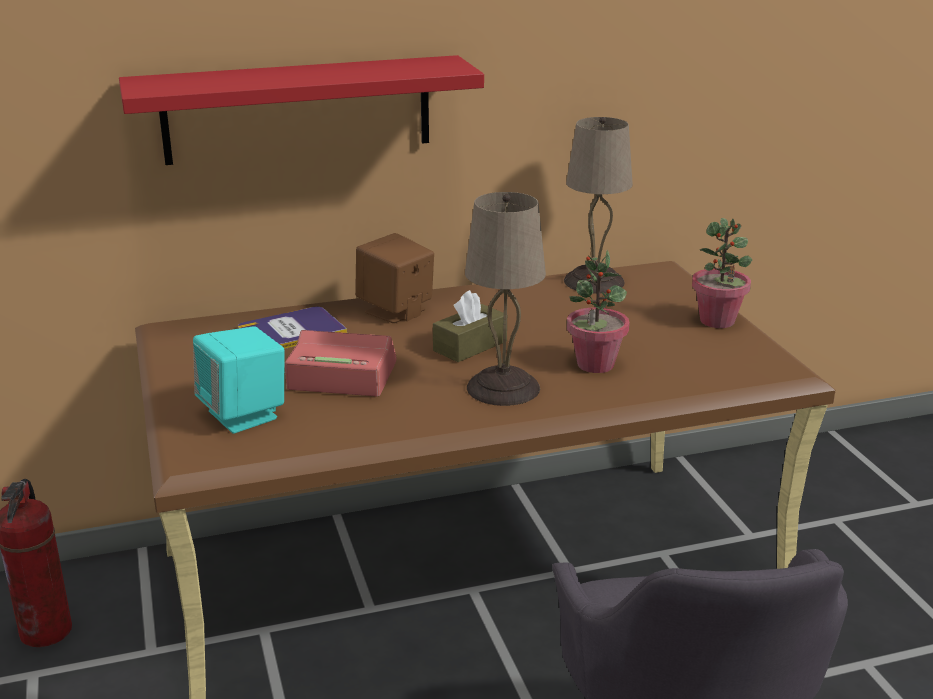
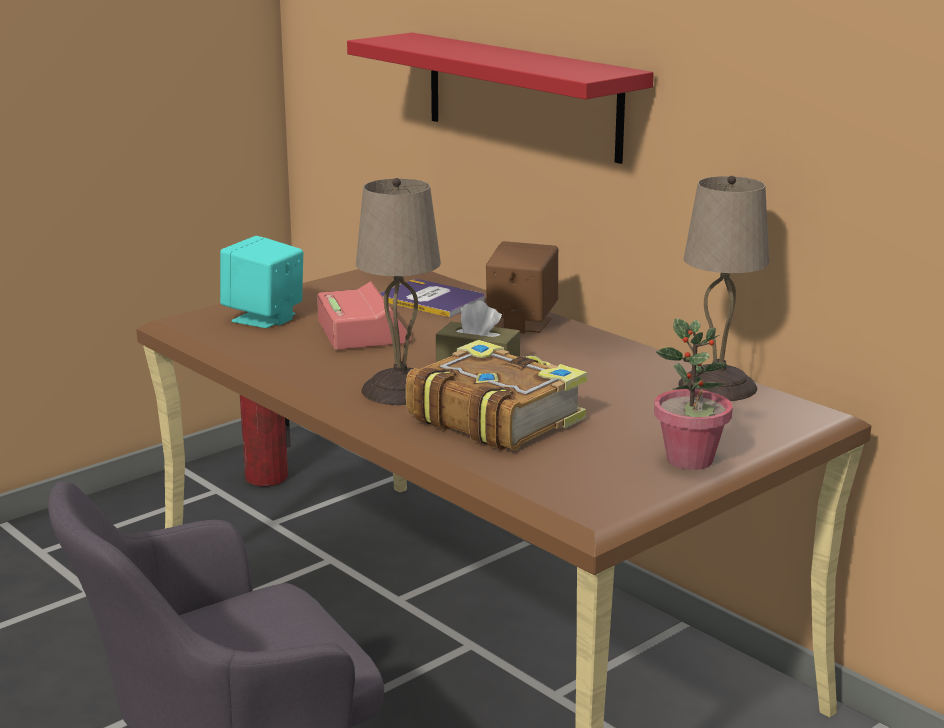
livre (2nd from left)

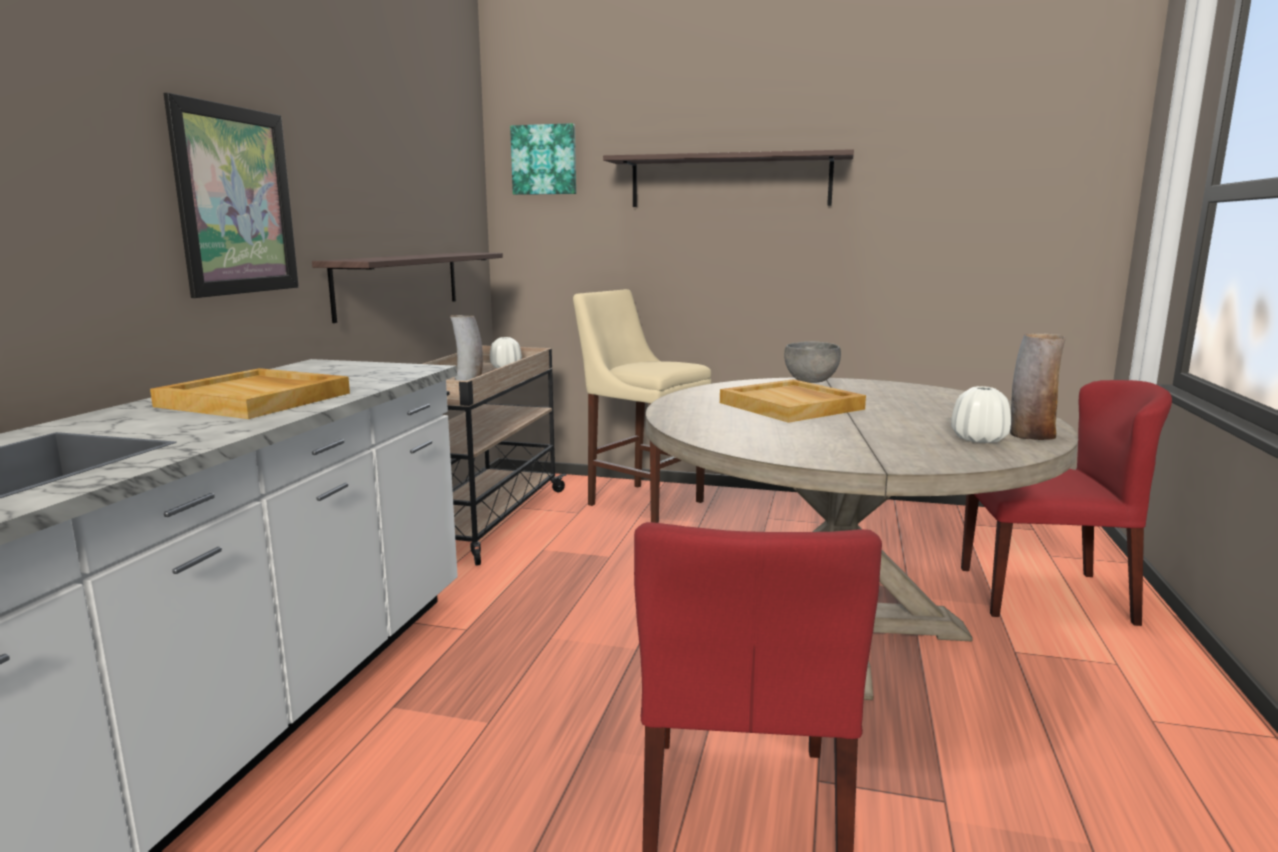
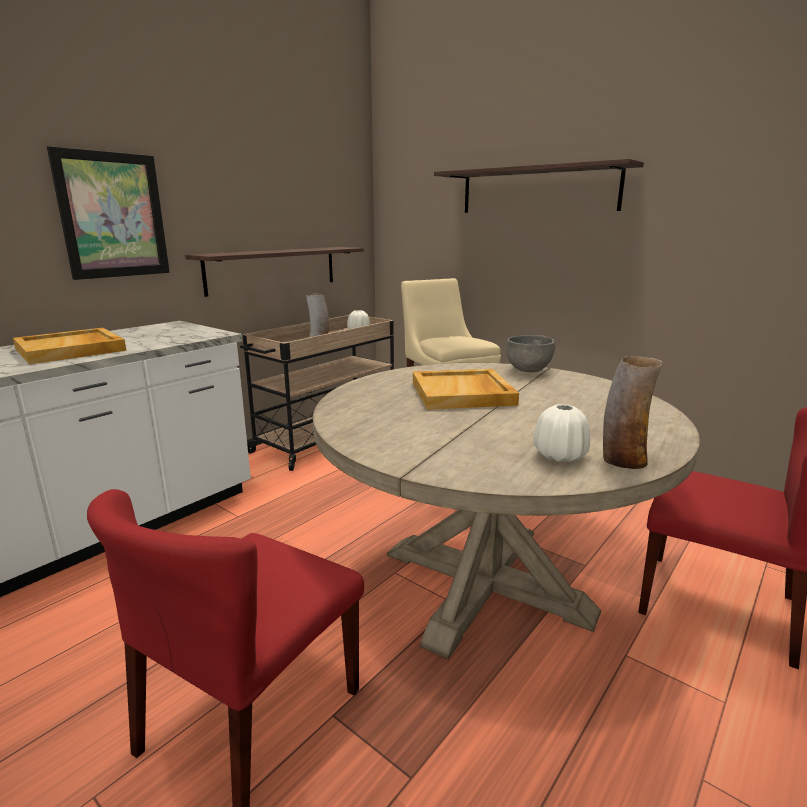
tableau (2nd from left in the first image)

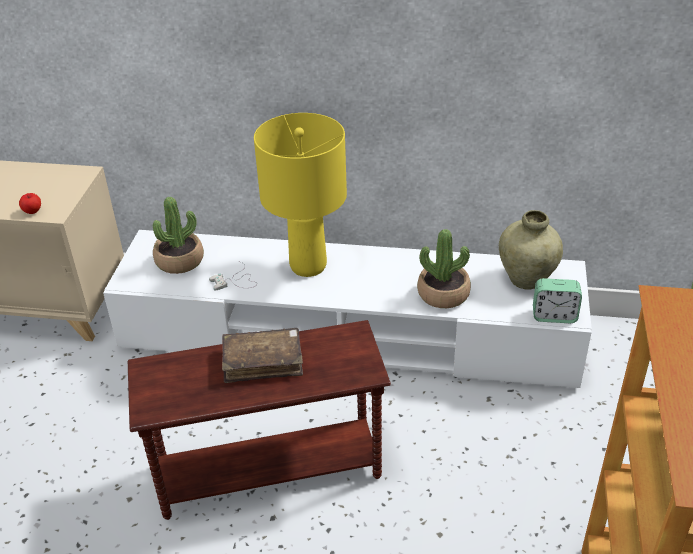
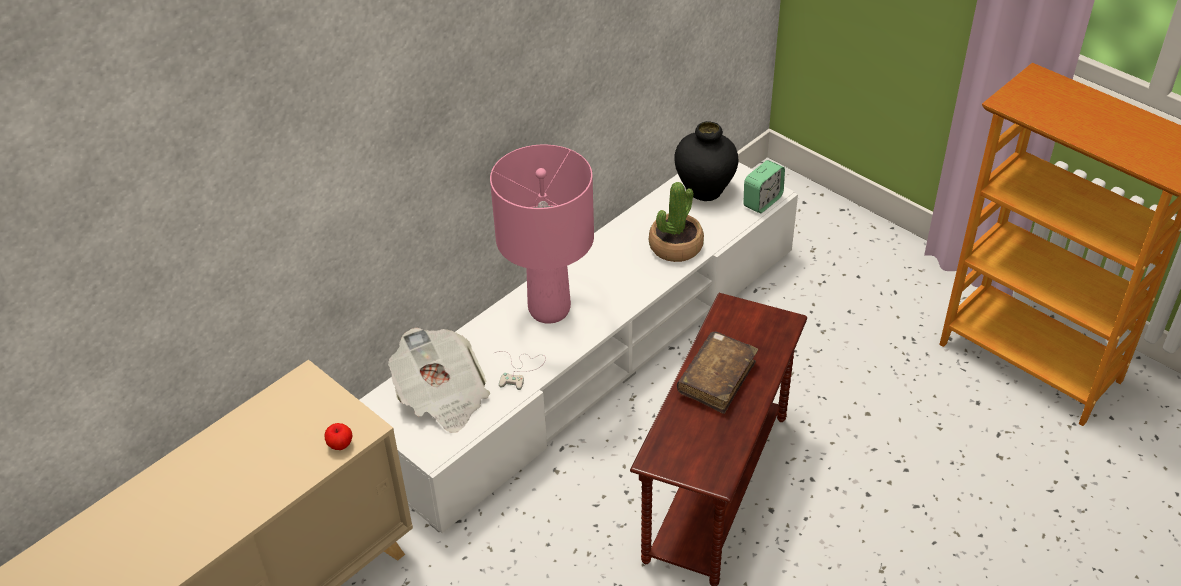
journal
lampe de table/rose
vase/noir

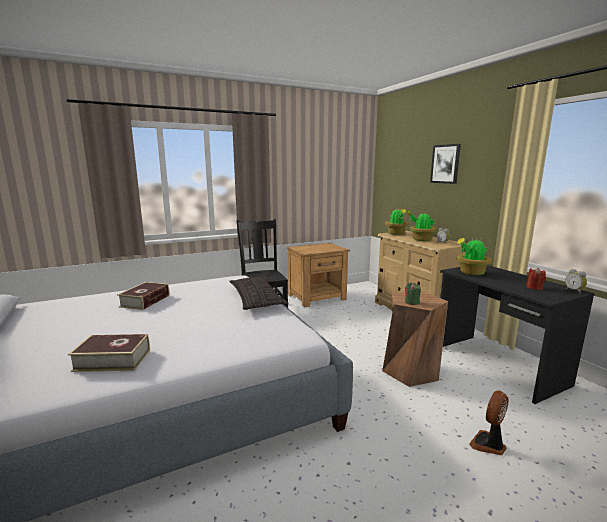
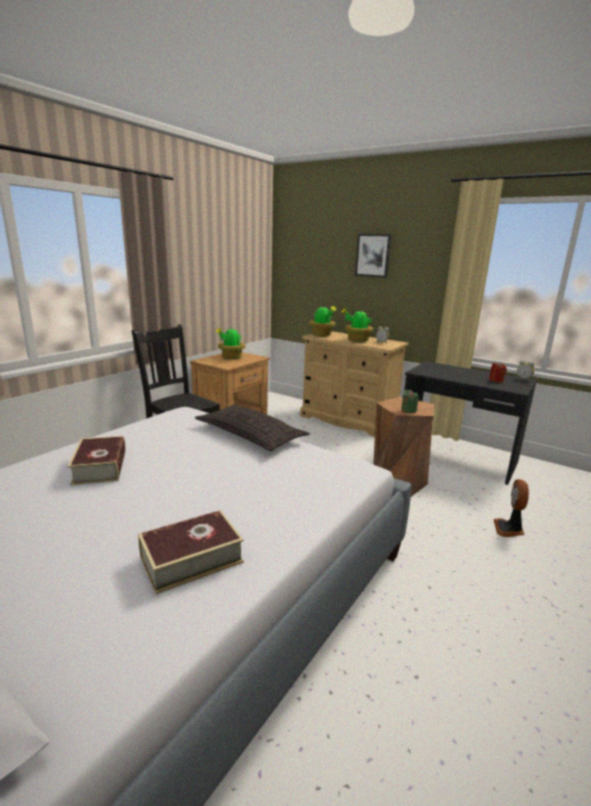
plante en pot (1st from left)

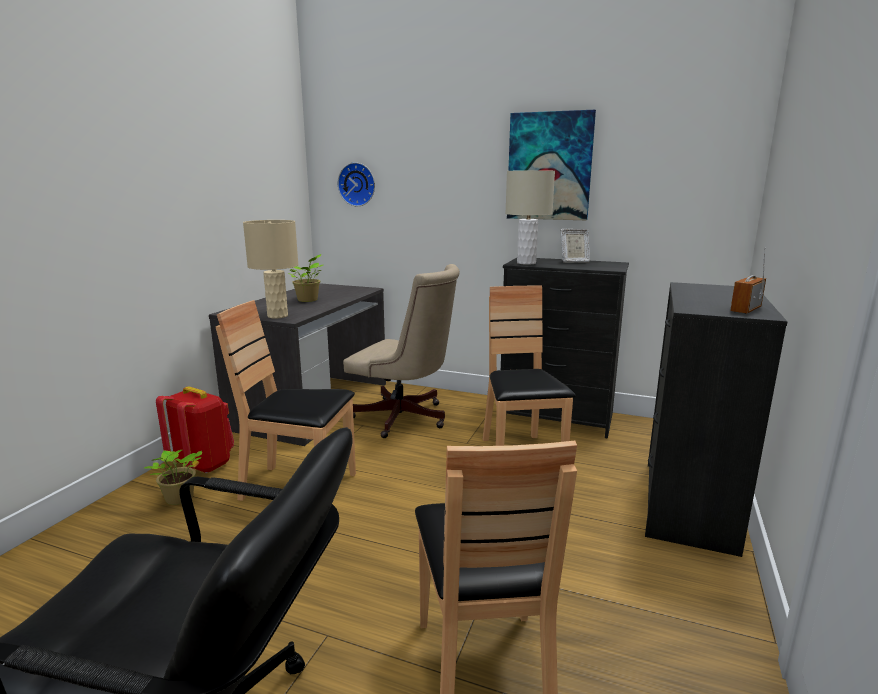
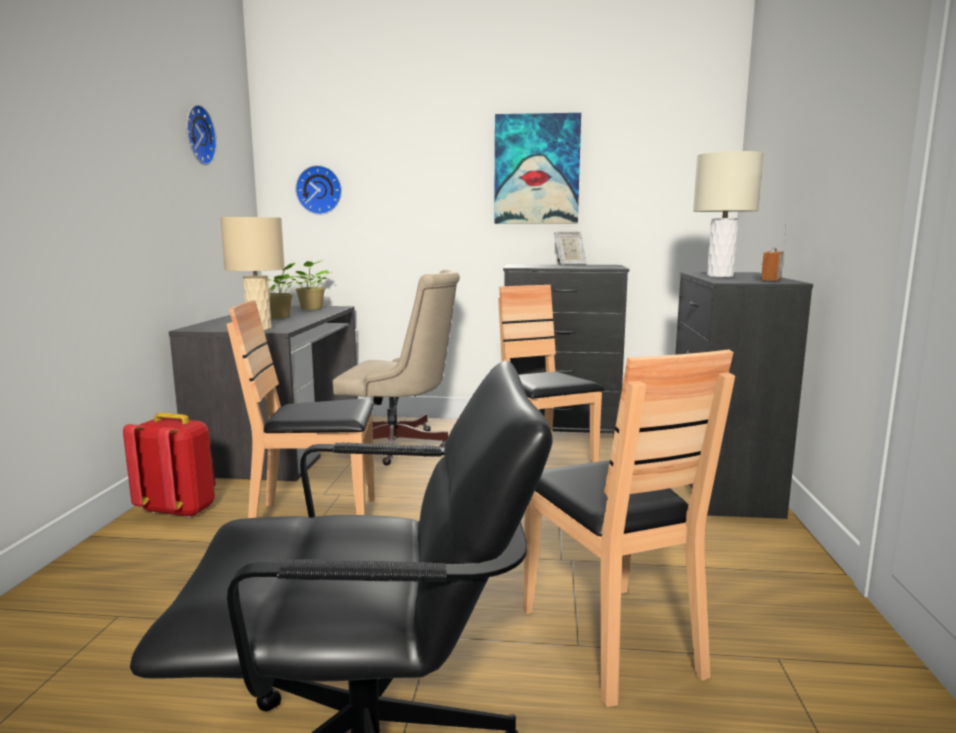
plante en pot (2nd from left)
lampe de table/beige (2nd from left)
horloge murale (1st from left)

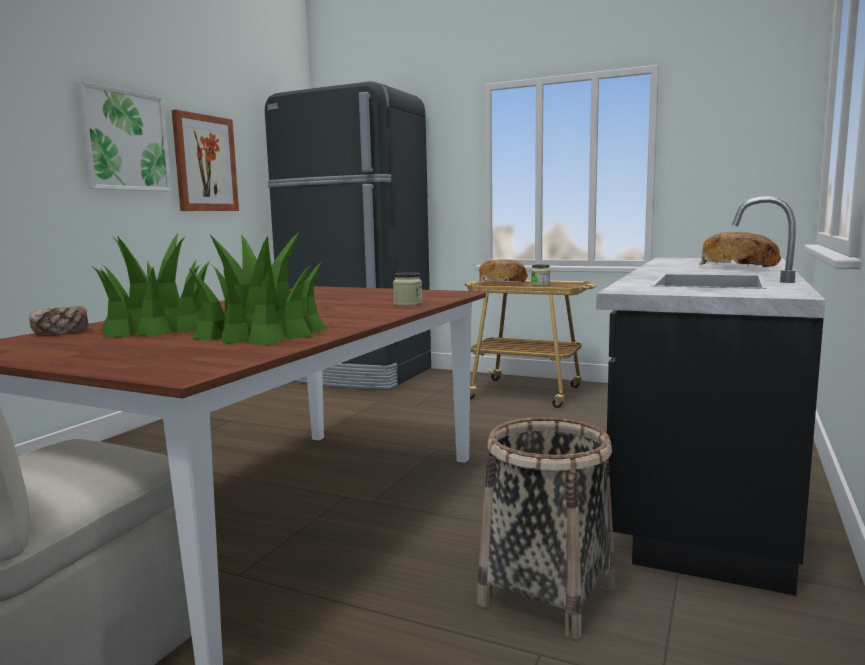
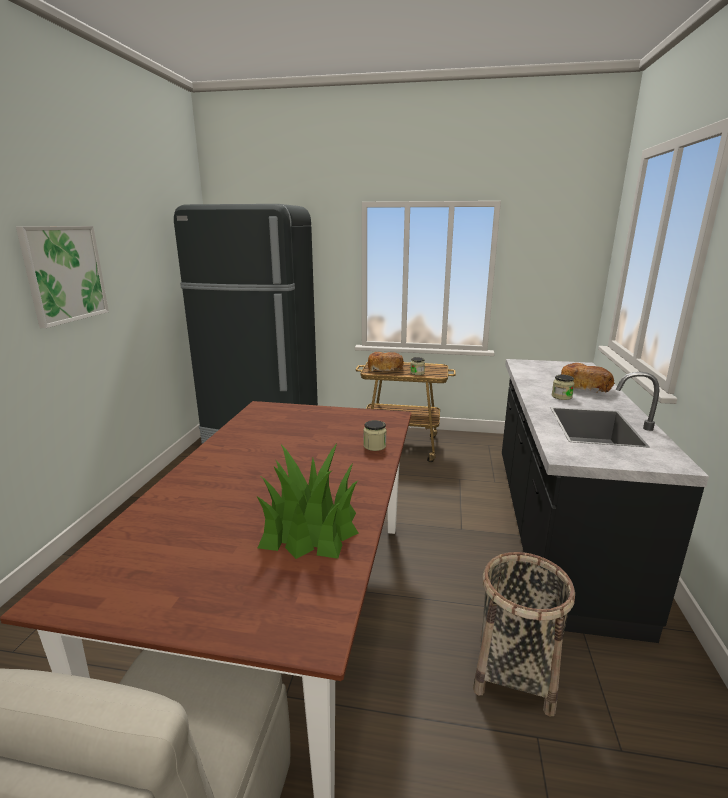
pain (1st from left in the first image)
plante en pot (1st from left in the first image)
tableau (2nd from left in the first image)
bocal (3rd from left)

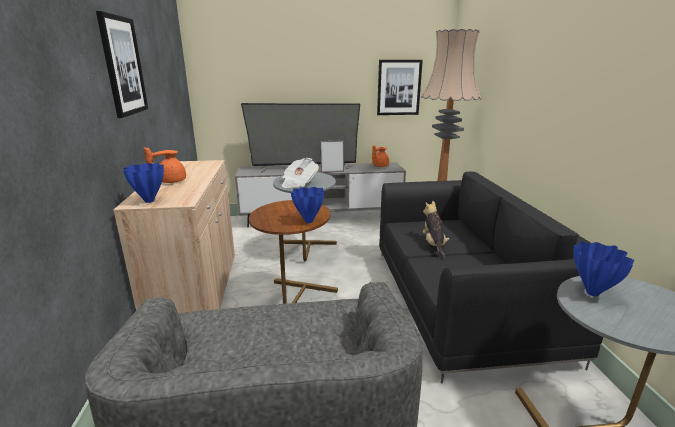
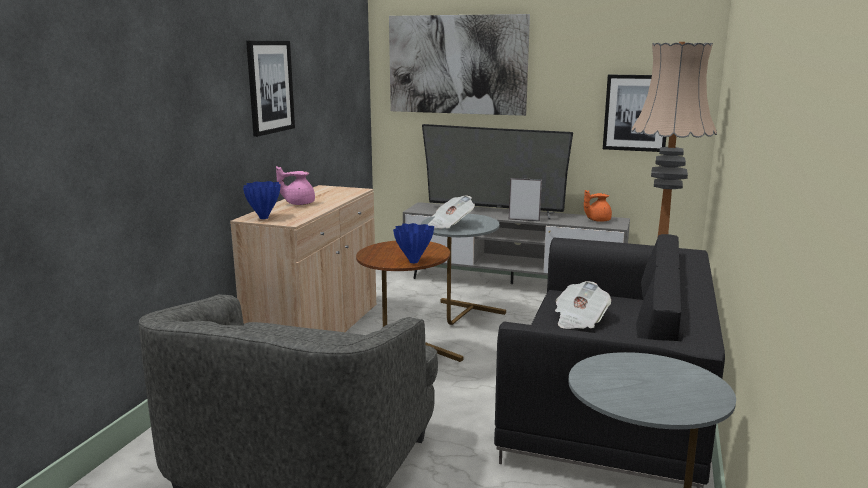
théière/rose
journal (2nd from left)
vase/bleu (3rd from left in the first image)
tableau (2nd from left)

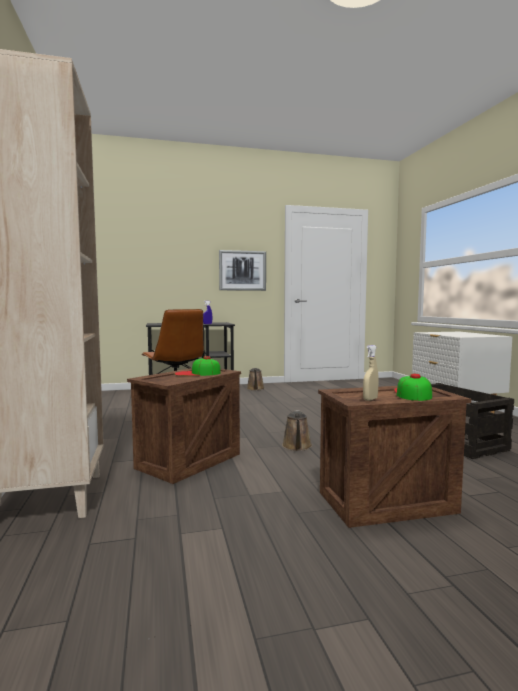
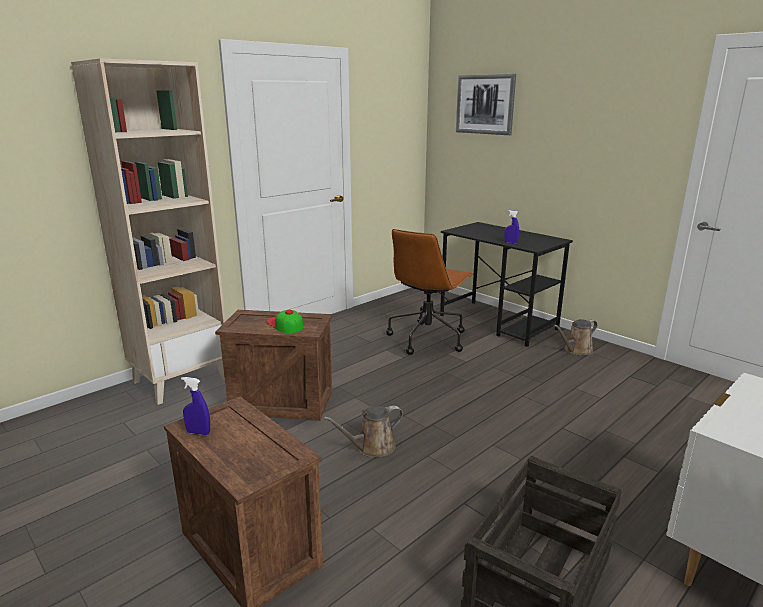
tableau
vaporisateur/bleu (1st from left)
casquette (2nd from left in the first image)

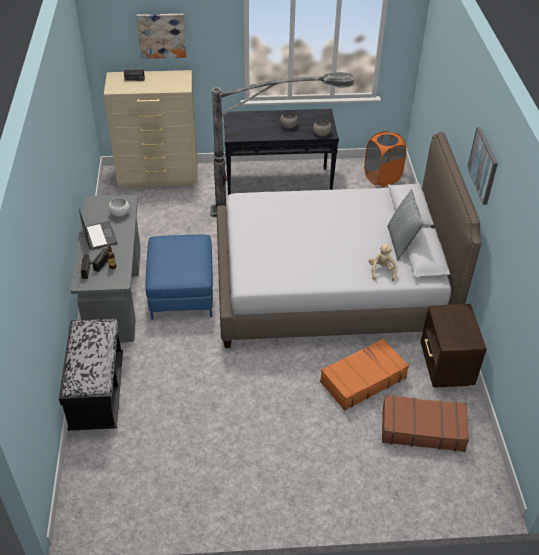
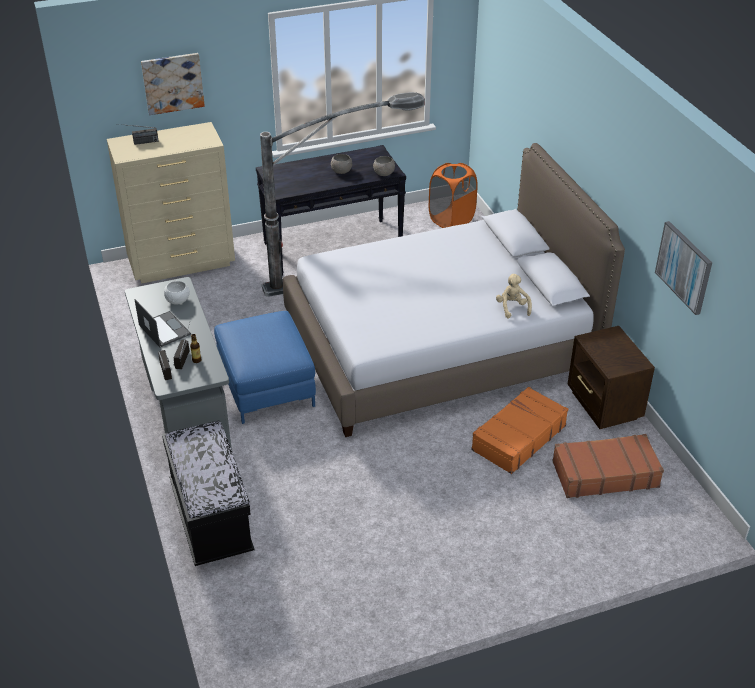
coussin
tableau (2nd from left)

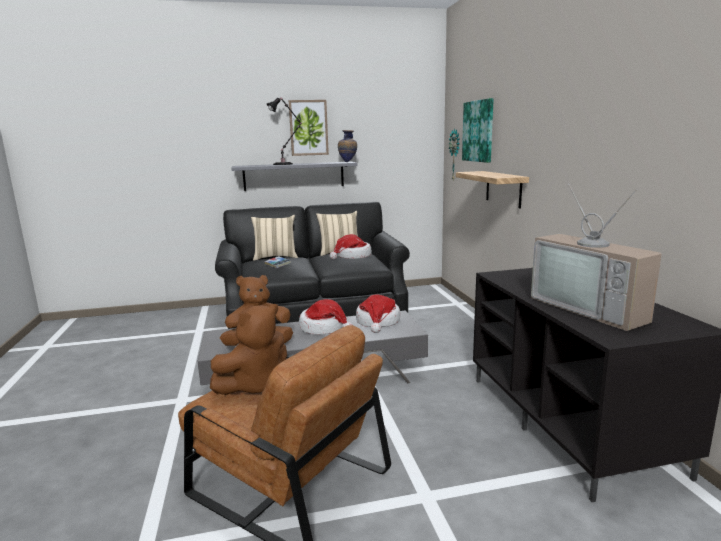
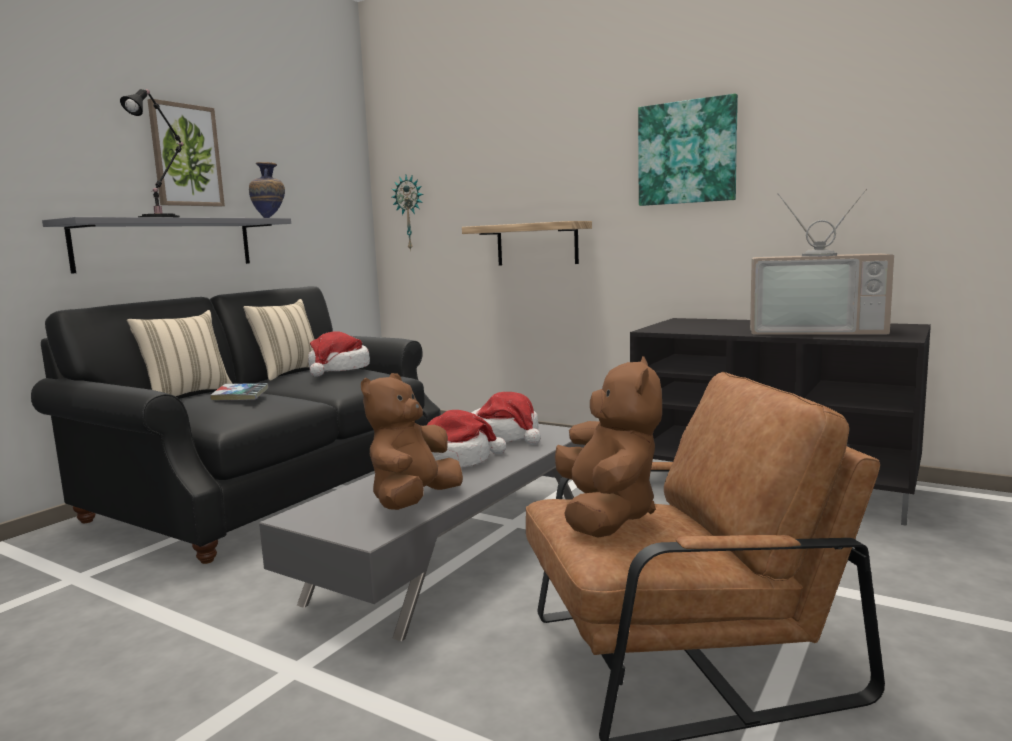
tableau (2nd from left)

